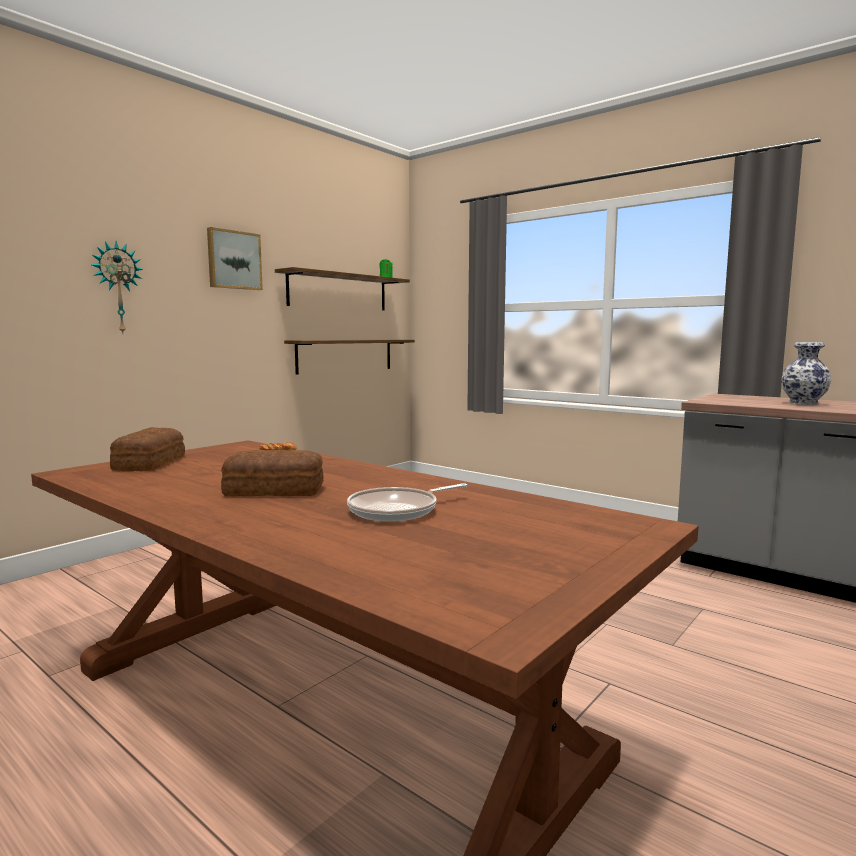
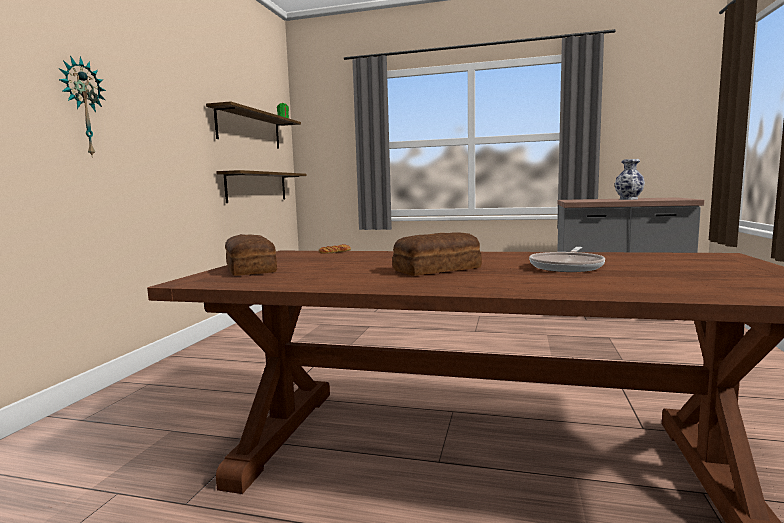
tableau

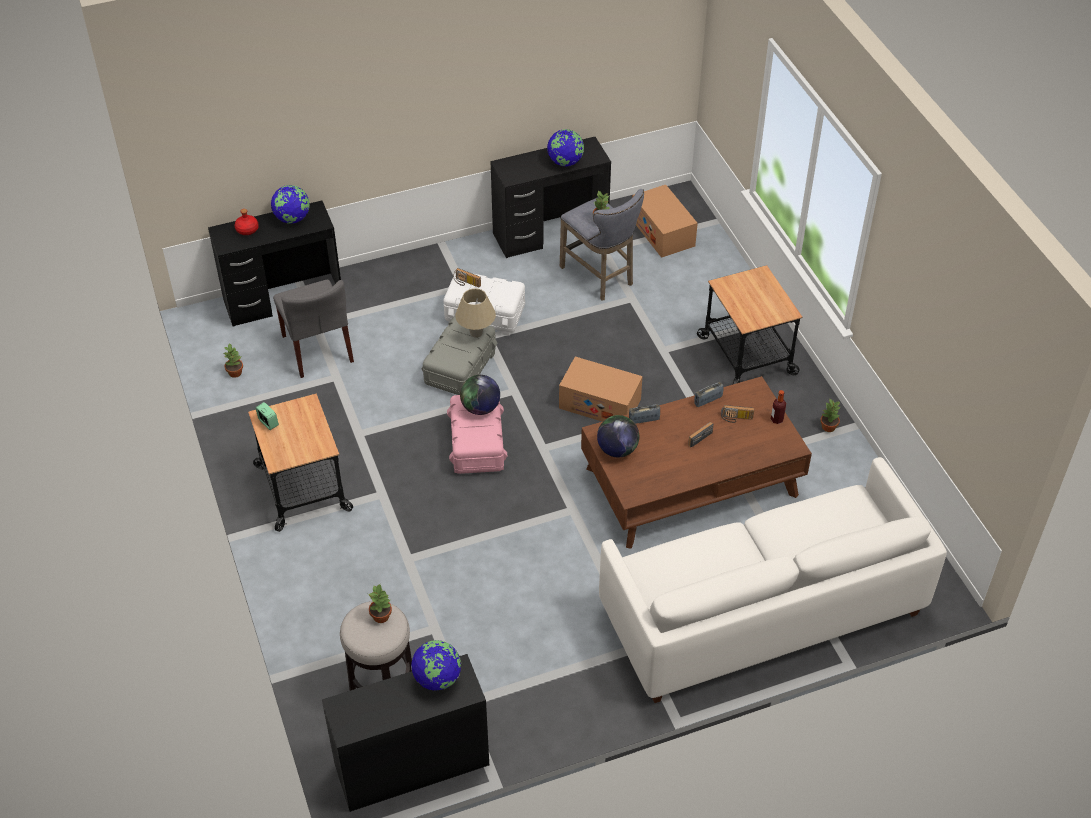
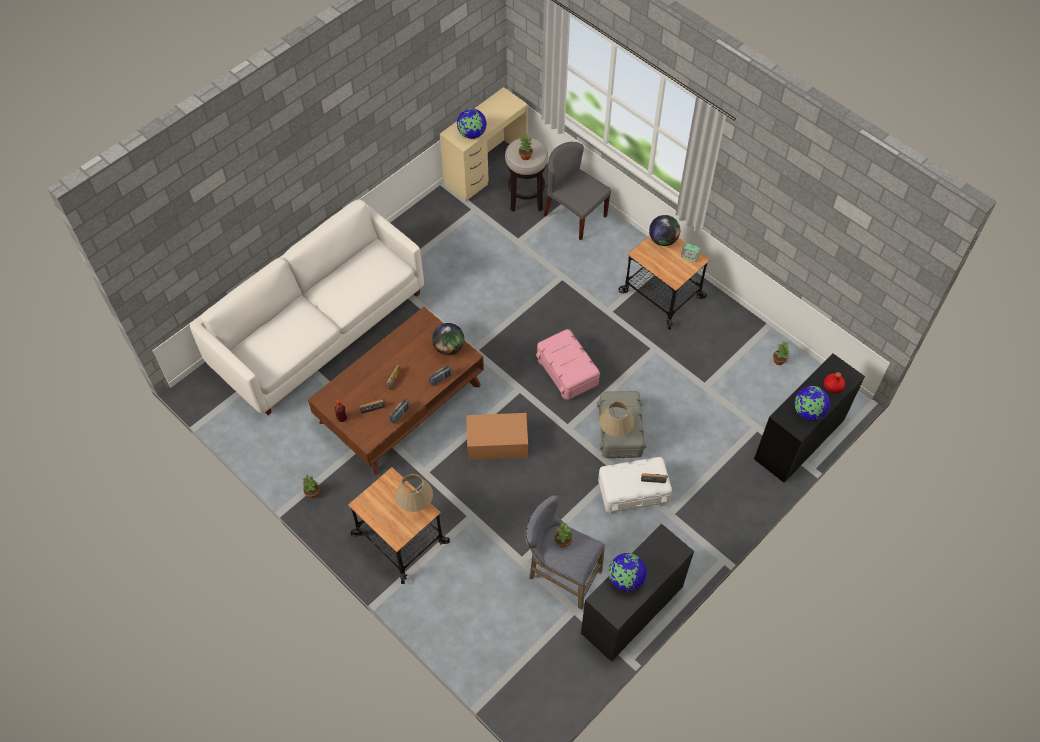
chaise/gris
bureau/beige
globe (4th from left)
carton (2nd from left in the first image)
lampe de table/beige (1st from left)

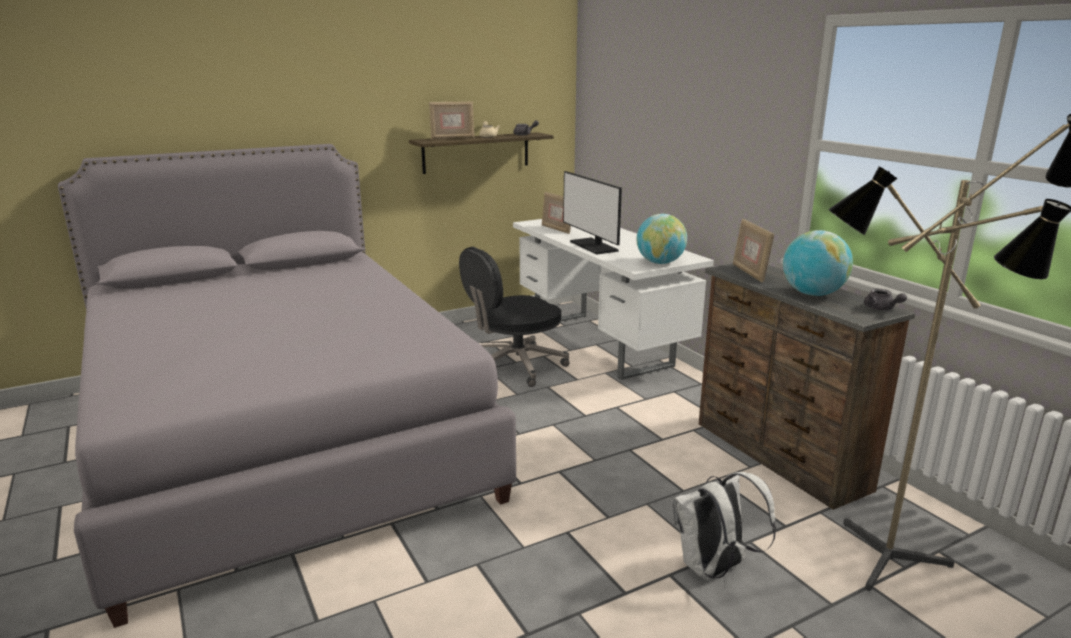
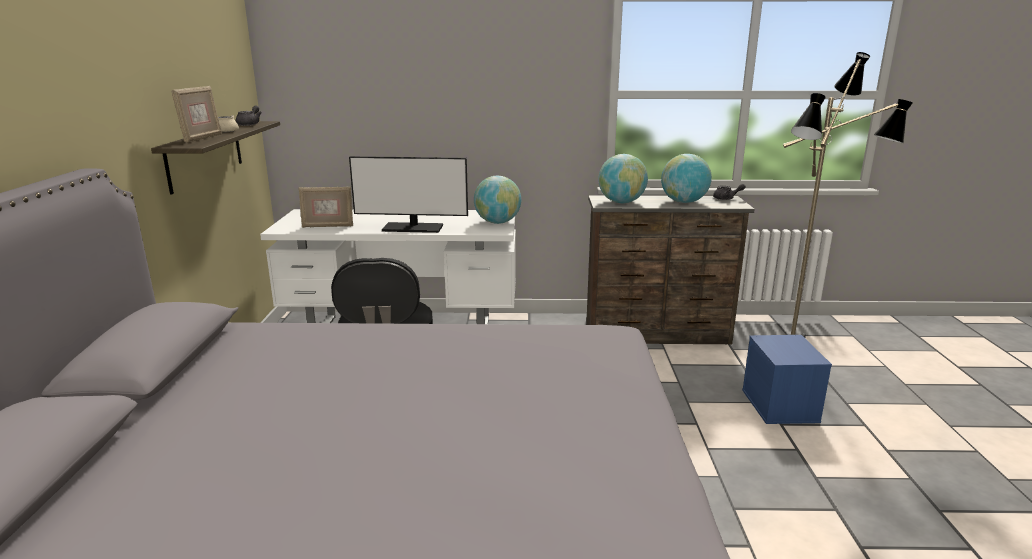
boîte de rangement/bleu
globe (2nd from left)

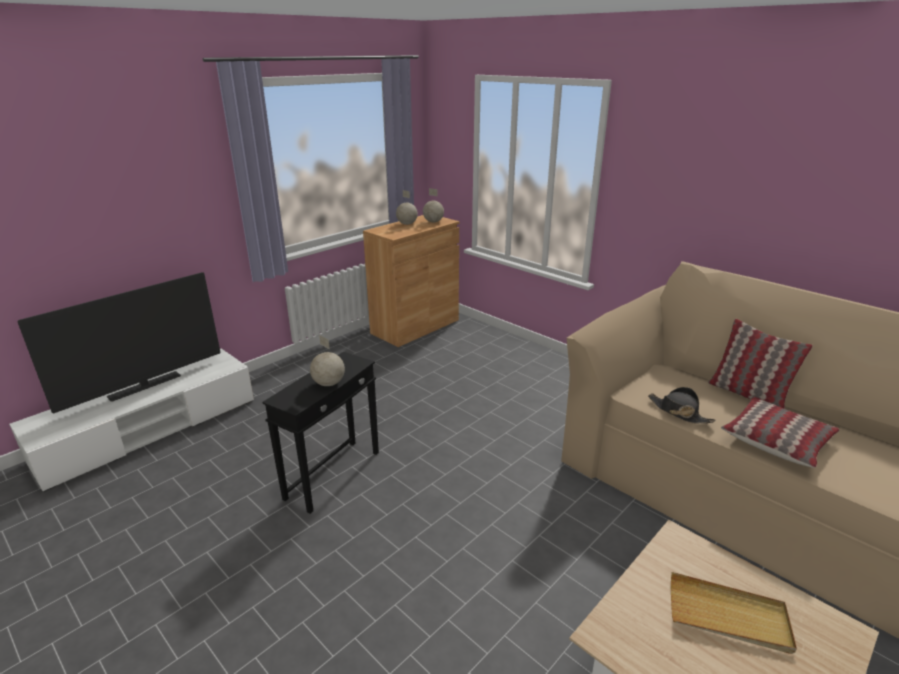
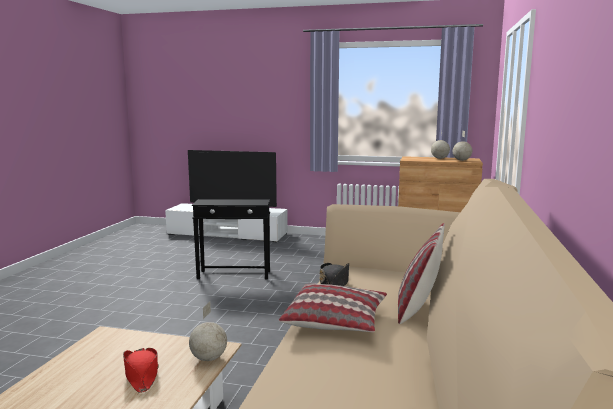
globe (1st from left)
chapeau/rouge

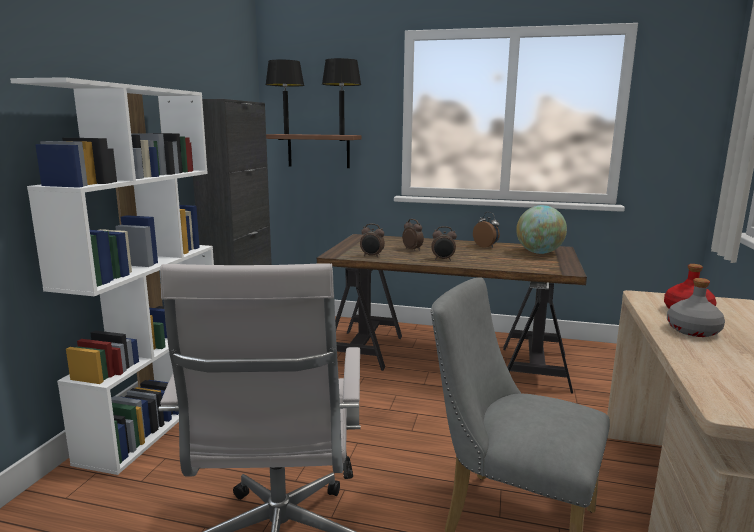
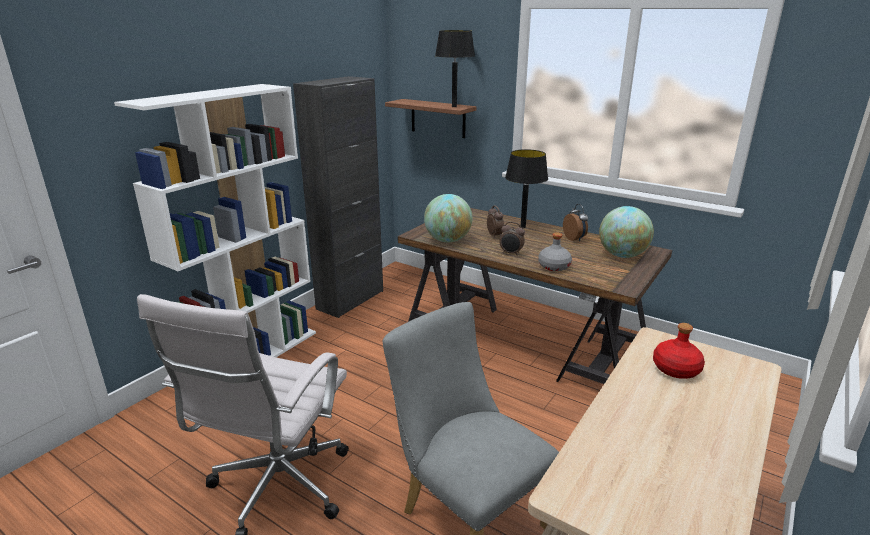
lampe de table/noir (2nd from left)
globe (1st from left)
bouteille/gris

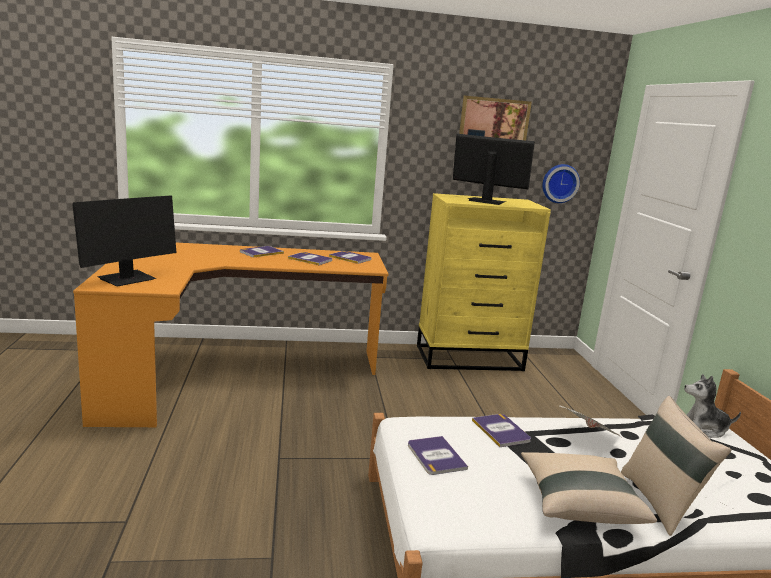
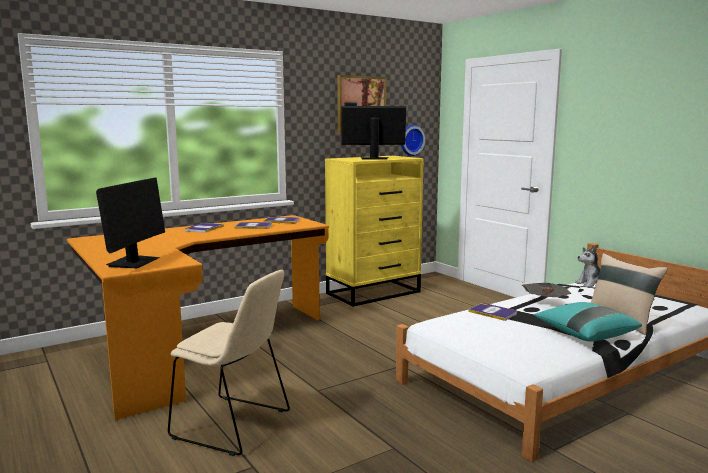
livre (4th from left in the first image)
coussin/turquoise
chaise/beige

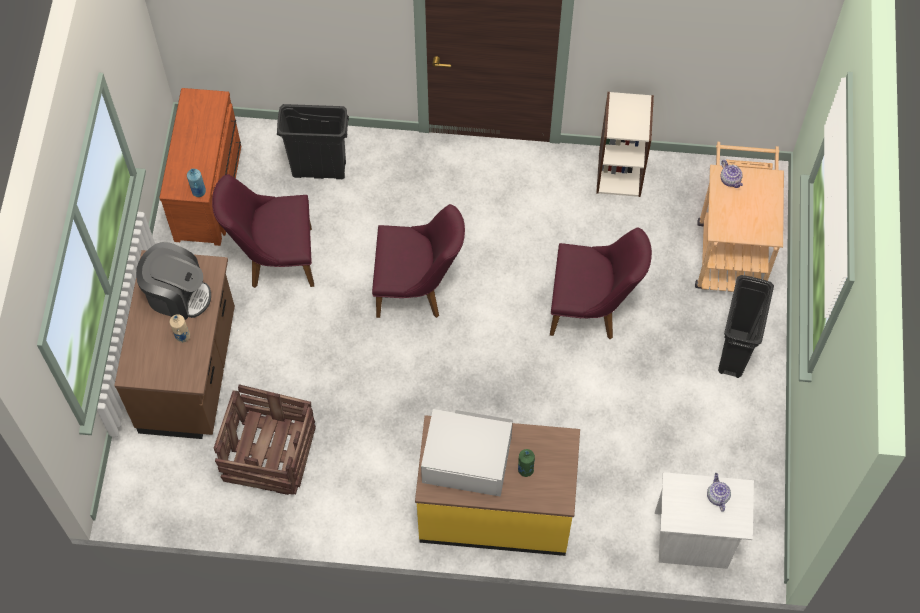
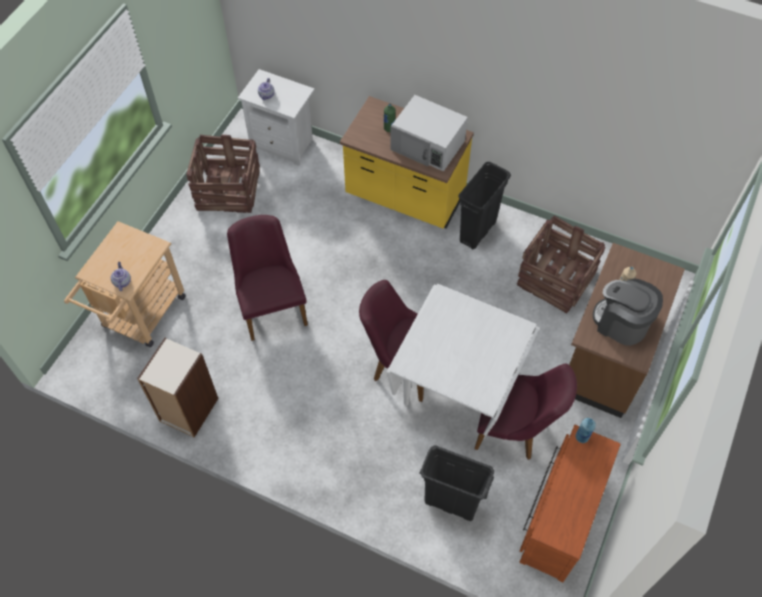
chaise/violet (1st from left)
poubelle/noir (2nd from left)
caisse (1st from left)
table à manger/blanc

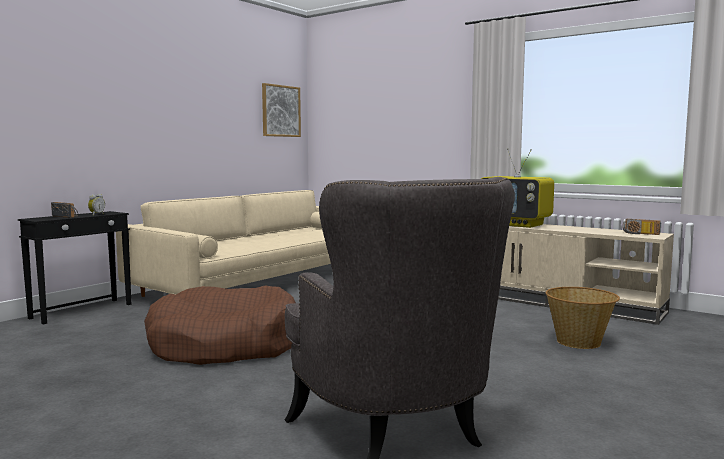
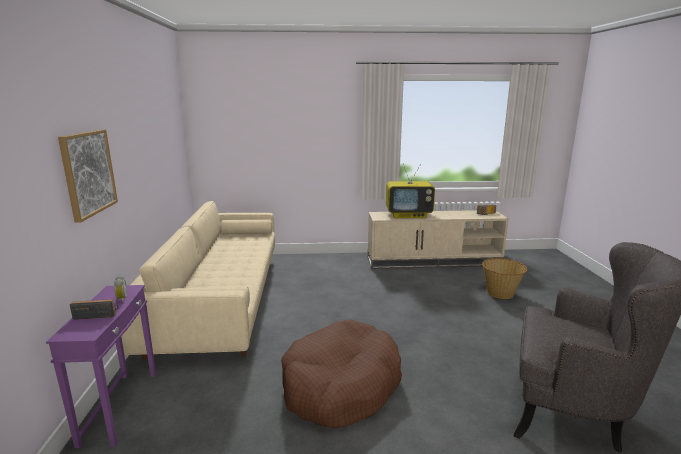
table d'appoint/violet
tableau

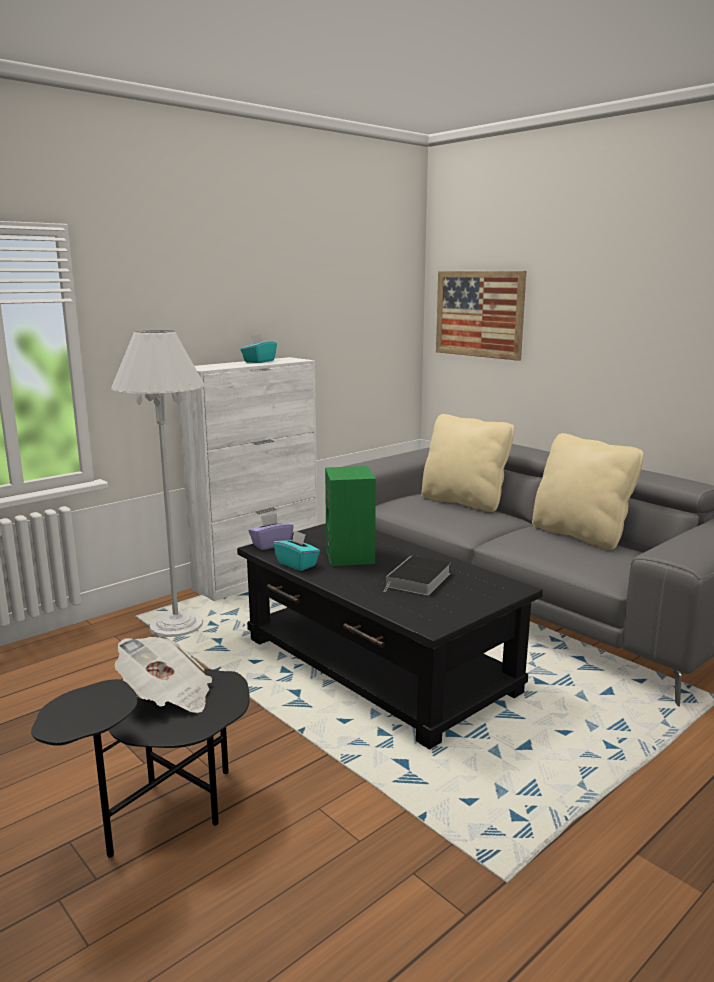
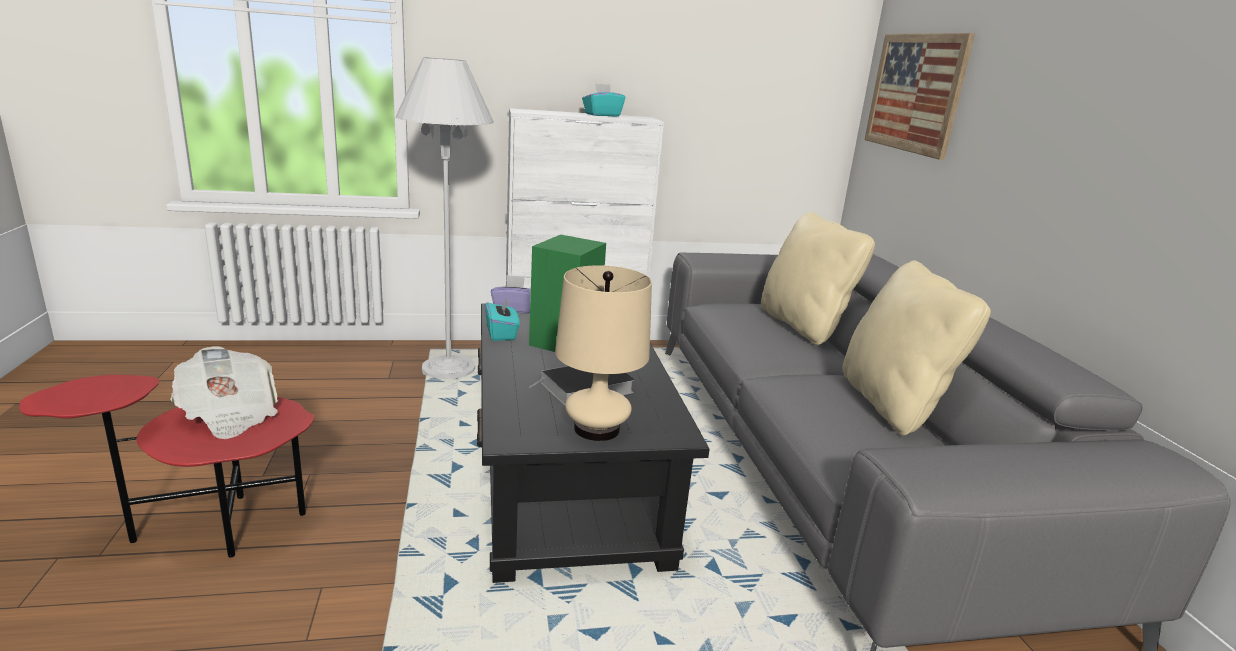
table d'appoint/rouge
lampe de table/beige

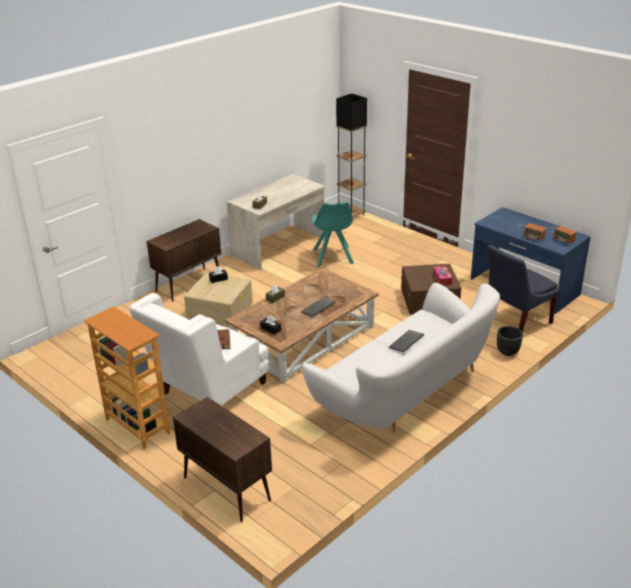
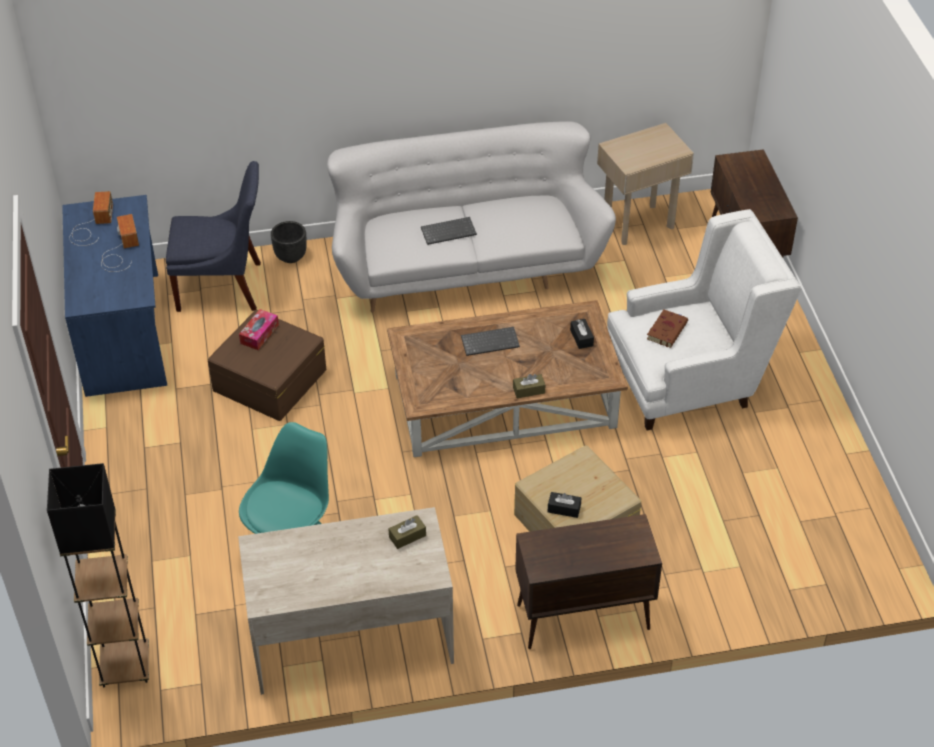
bibliothèque
table d'appoint/beige

